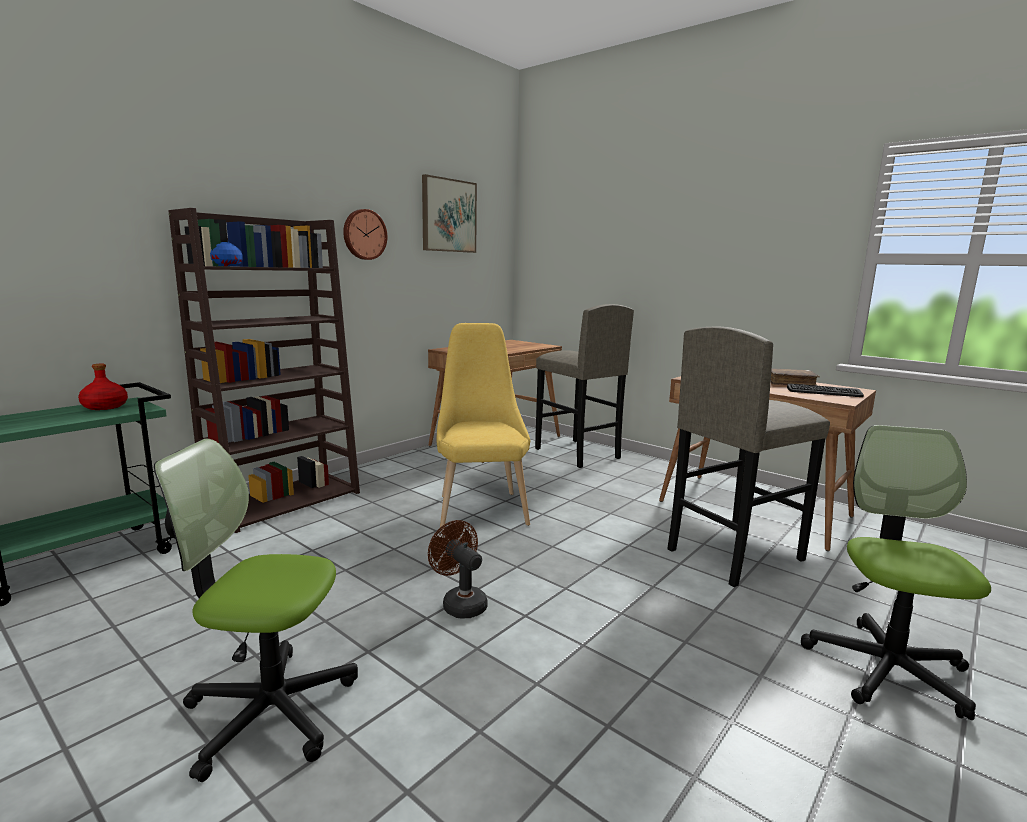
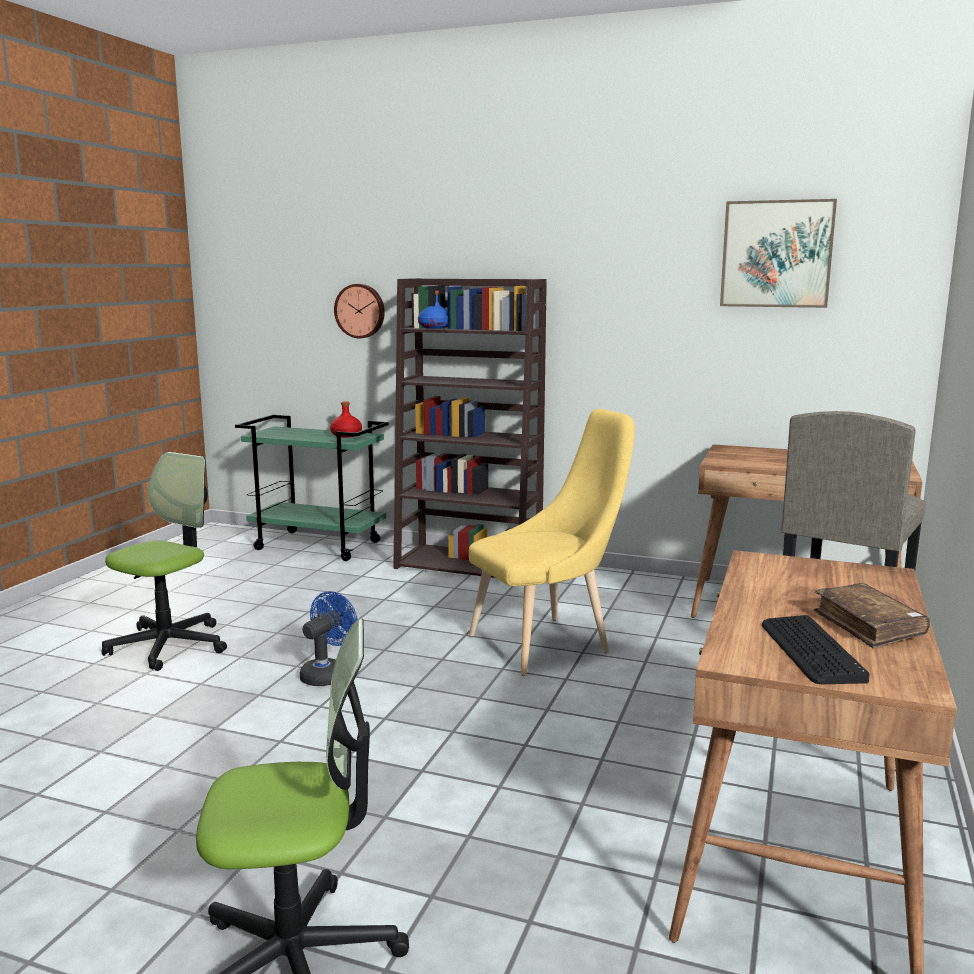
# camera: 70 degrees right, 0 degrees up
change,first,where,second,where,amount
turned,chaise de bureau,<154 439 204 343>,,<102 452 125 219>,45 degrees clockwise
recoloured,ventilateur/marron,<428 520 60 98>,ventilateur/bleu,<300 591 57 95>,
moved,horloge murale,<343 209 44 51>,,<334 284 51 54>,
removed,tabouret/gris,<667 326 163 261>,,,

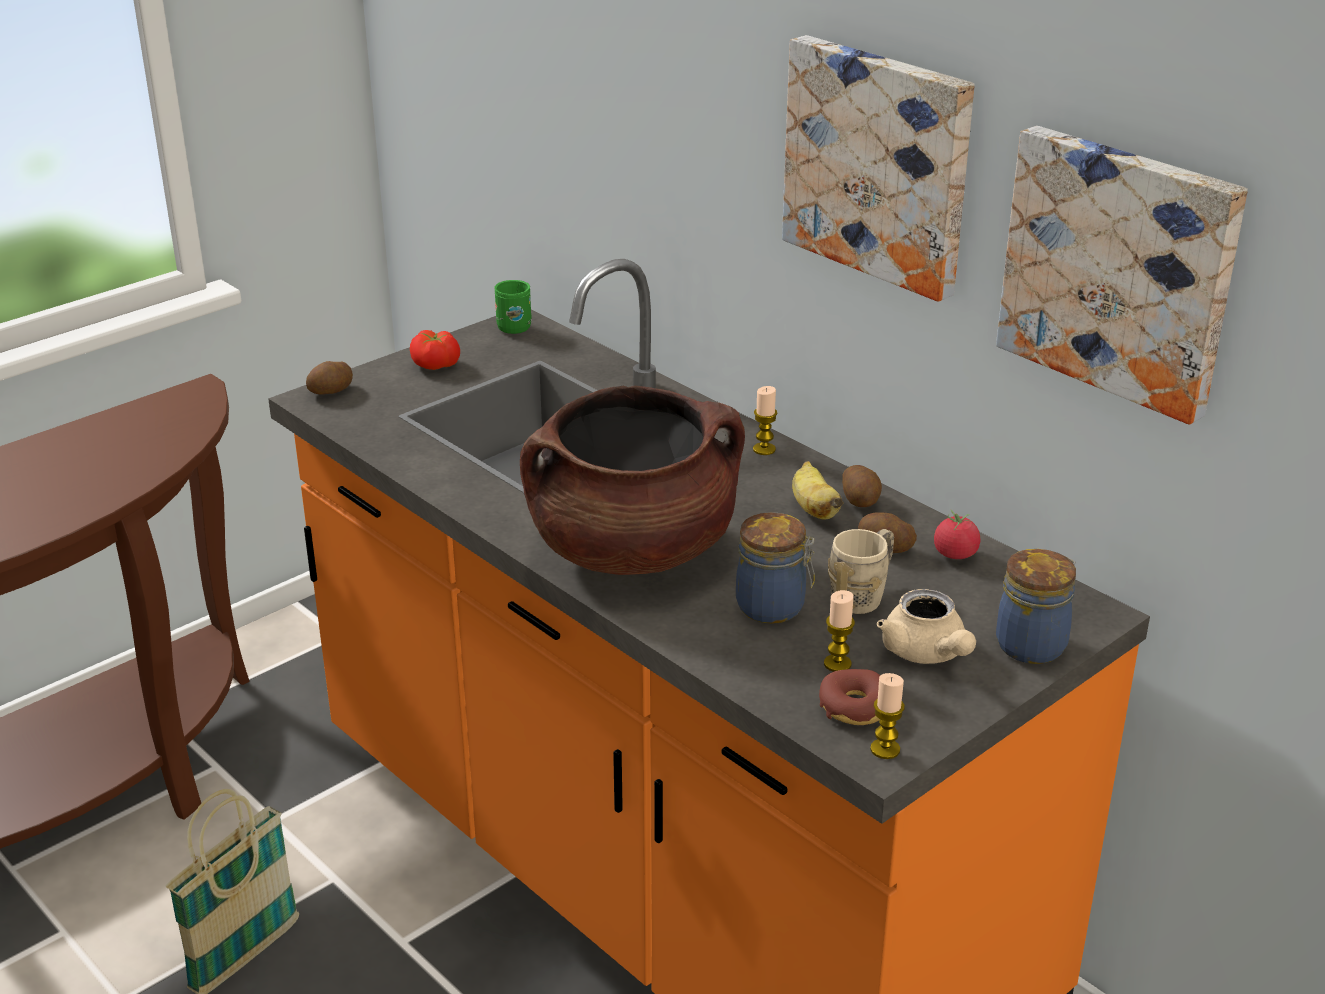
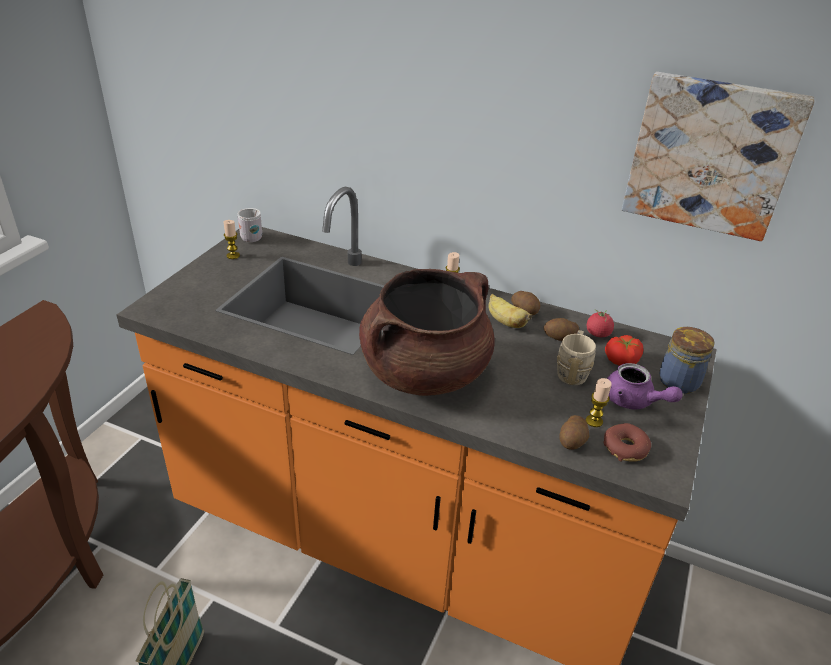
# camera: 25 degrees left, 5 degrees up
change,first,where,second,where,amount
moved,bougie,<870 673 35 86>,,<224 220 16 39>,
recoloured,mug/vert,<494 280 38 54>,mug/blanc,<237 208 25 34>,
moved,pomme de terre,<306 361 47 34>,,<559 415 30 35>,
moved,tomate,<410 330 50 40>,,<605 335 38 31>,
recoloured,théière/beige,<877 589 99 75>,théière/violet,<607 363 76 47>,
removed,bocal,<736 512 79 112>,,,
removed,tableau,<782 35 193 267>,,,

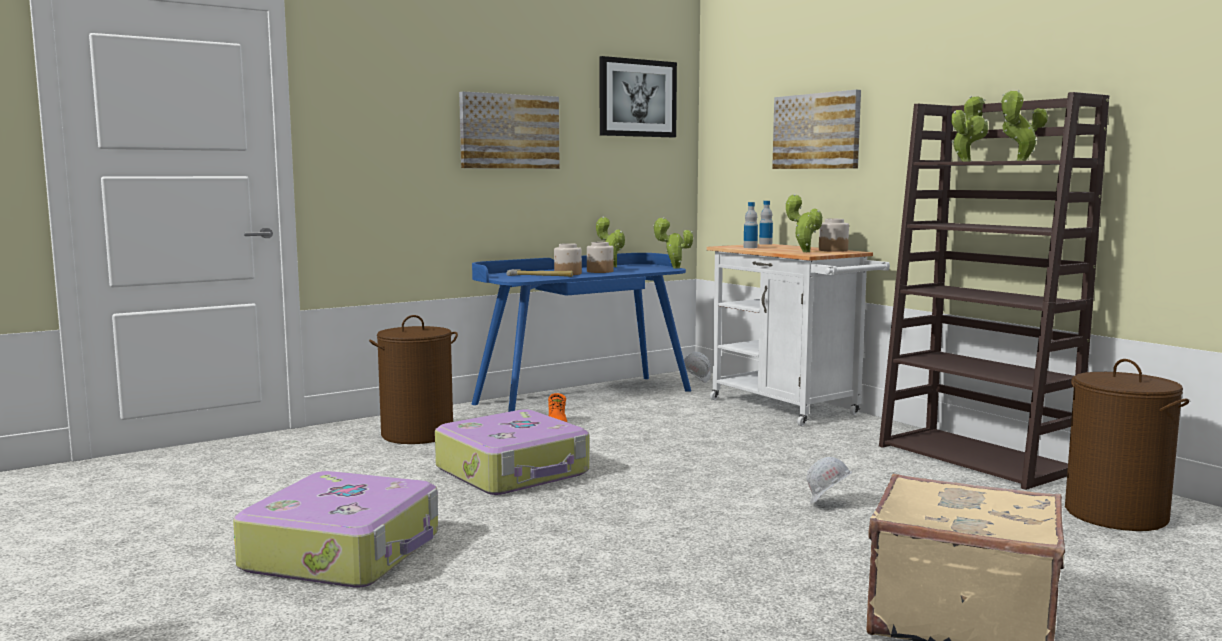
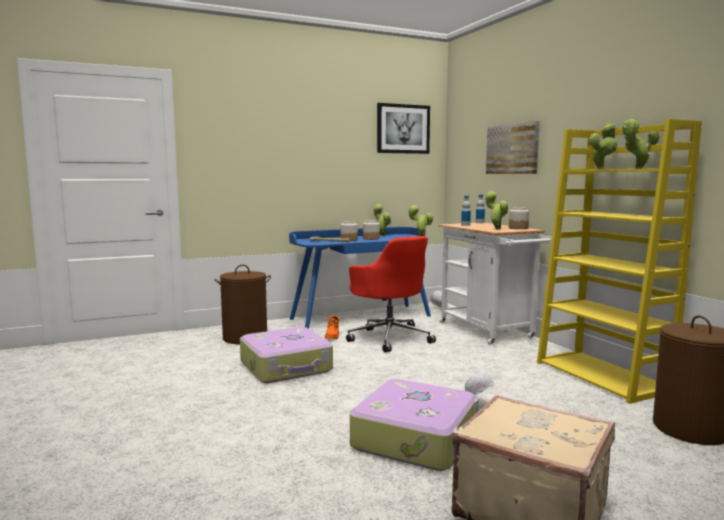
# camera: 10 degrees right, 0 degrees up
change,first,where,second,where,amount
added,,,chaise de bureau/rouge,<346 236 90 117>,
moved,valise,<233 471 205 117>,,<350 379 129 92>,
recoloured,bibliothèque/marron,<879 92 230 398>,bibliothèque/jaune,<537 119 165 285>,
removed,tableau,<459 91 101 78>,,,

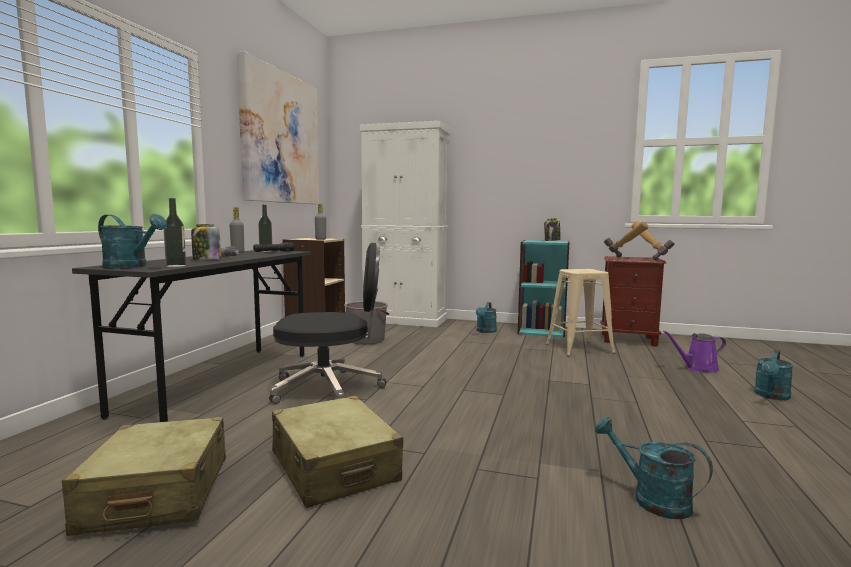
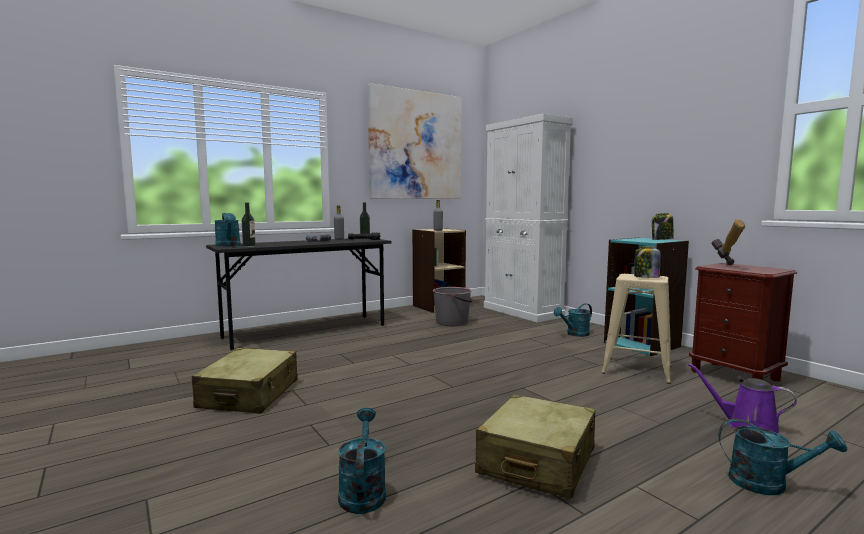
# camera: 40 degrees right, 0 degrees up
change,first,where,second,where,amount
moved,valise/beige,<62 417 164 119>,,<475 394 120 105>,
moved,bocal,<191 224 30 36>,,<634 246 26 32>,
turned,arrosoir/turquoise,<754 350 40 50>,,<719 418 128 77>,150 degrees counterclockwise
removed,chaise de bureau/noir,<269 243 118 161>,,,
removed,marteau,<632 221 43 39>,,,

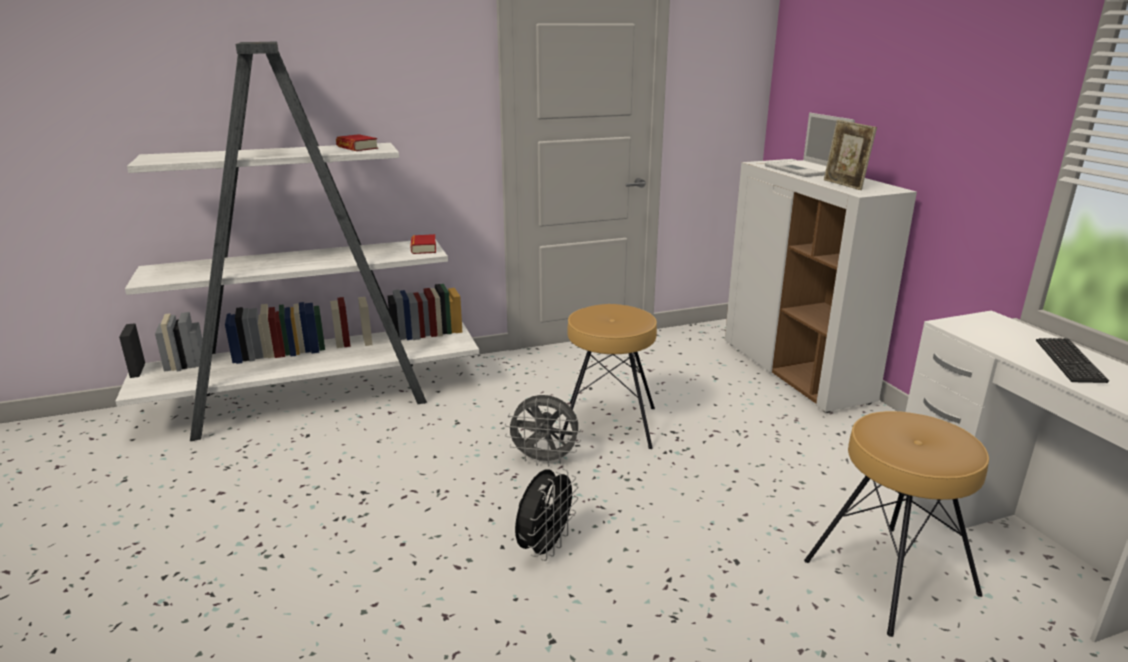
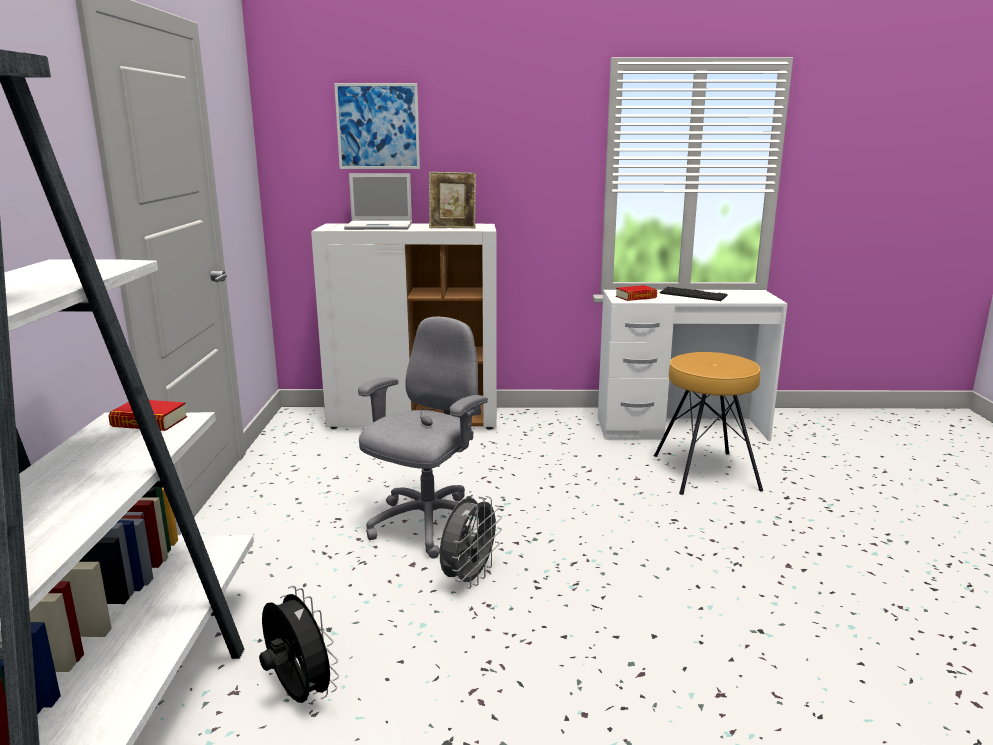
# camera: 70 degrees left, 5 degrees down
change,first,where,second,where,amount
moved,ventilateur/noir,<515 469 63 92>,,<259 586 80 117>,
added,,,tableau,<334 83 86 86>,
replaced,tabouret/marron,<560 304 97 145>,chaise de bureau/gris,<358 317 130 242>,
moved,livre,<336 134 42 17>,,<616 285 41 16>,

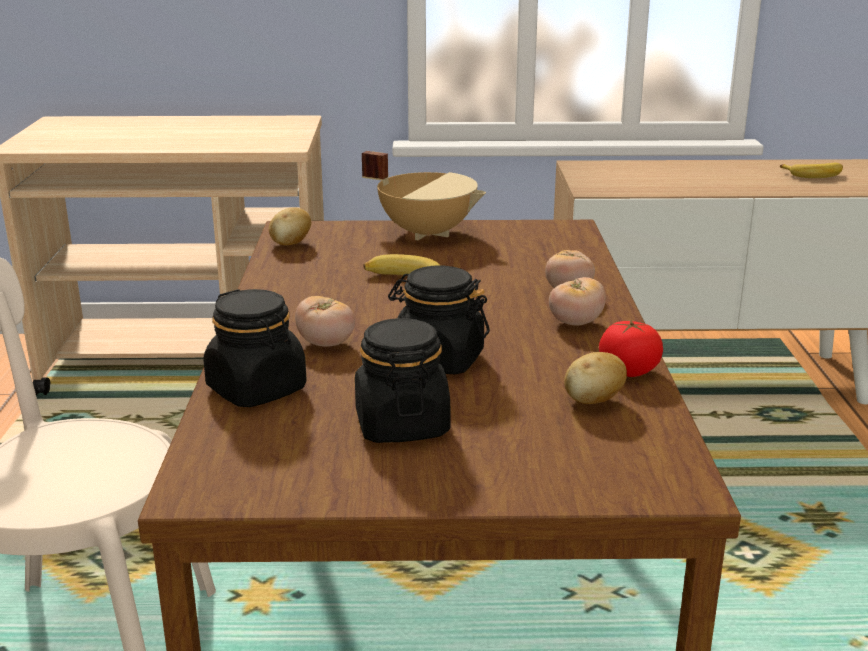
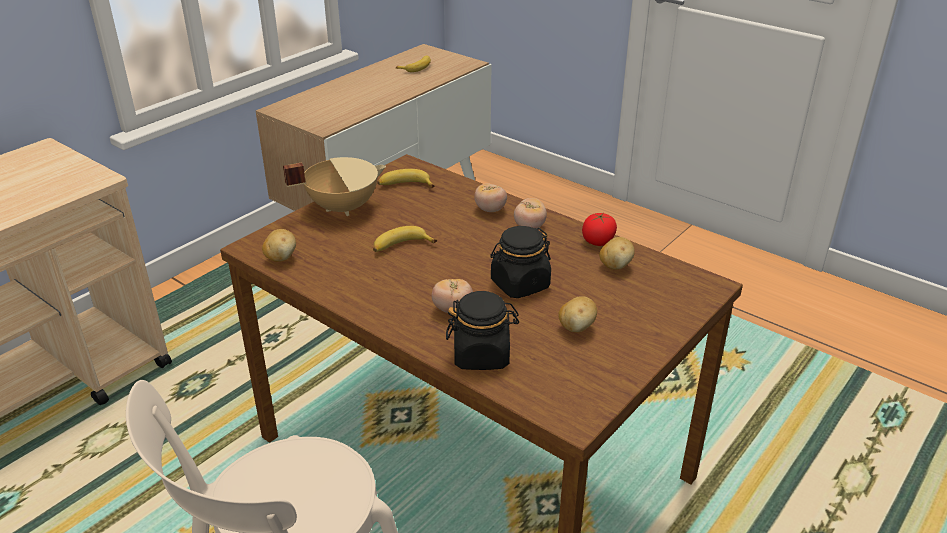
# camera: 50 degrees left, 10 degrees up
change,first,where,second,where,amount
added,,,banane,<377 169 58 19>,
replaced,bocal/noir,<355 318 95 125>,pomme de terre,<558 296 39 37>,

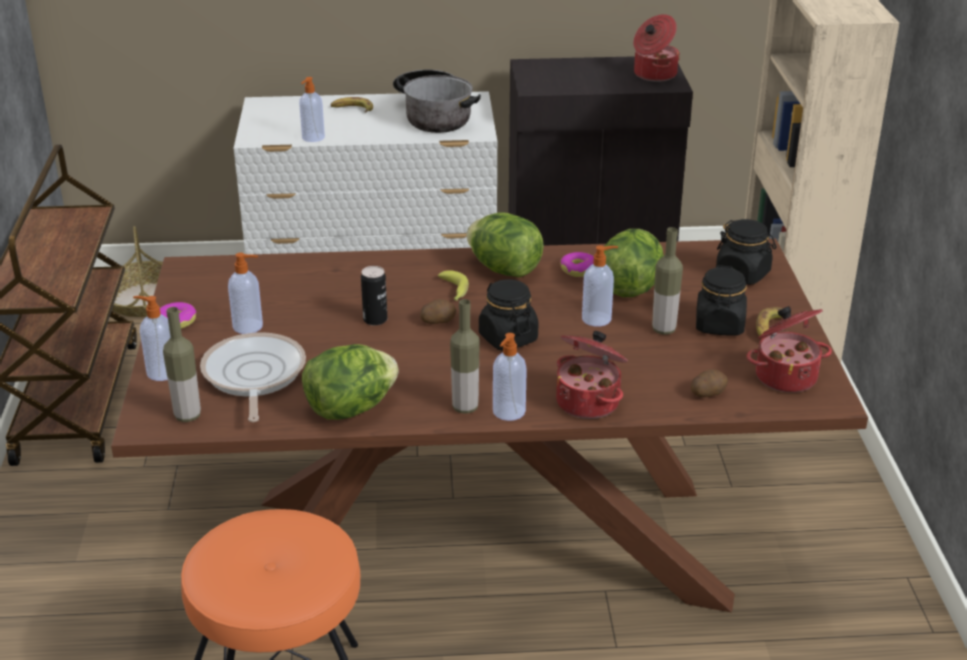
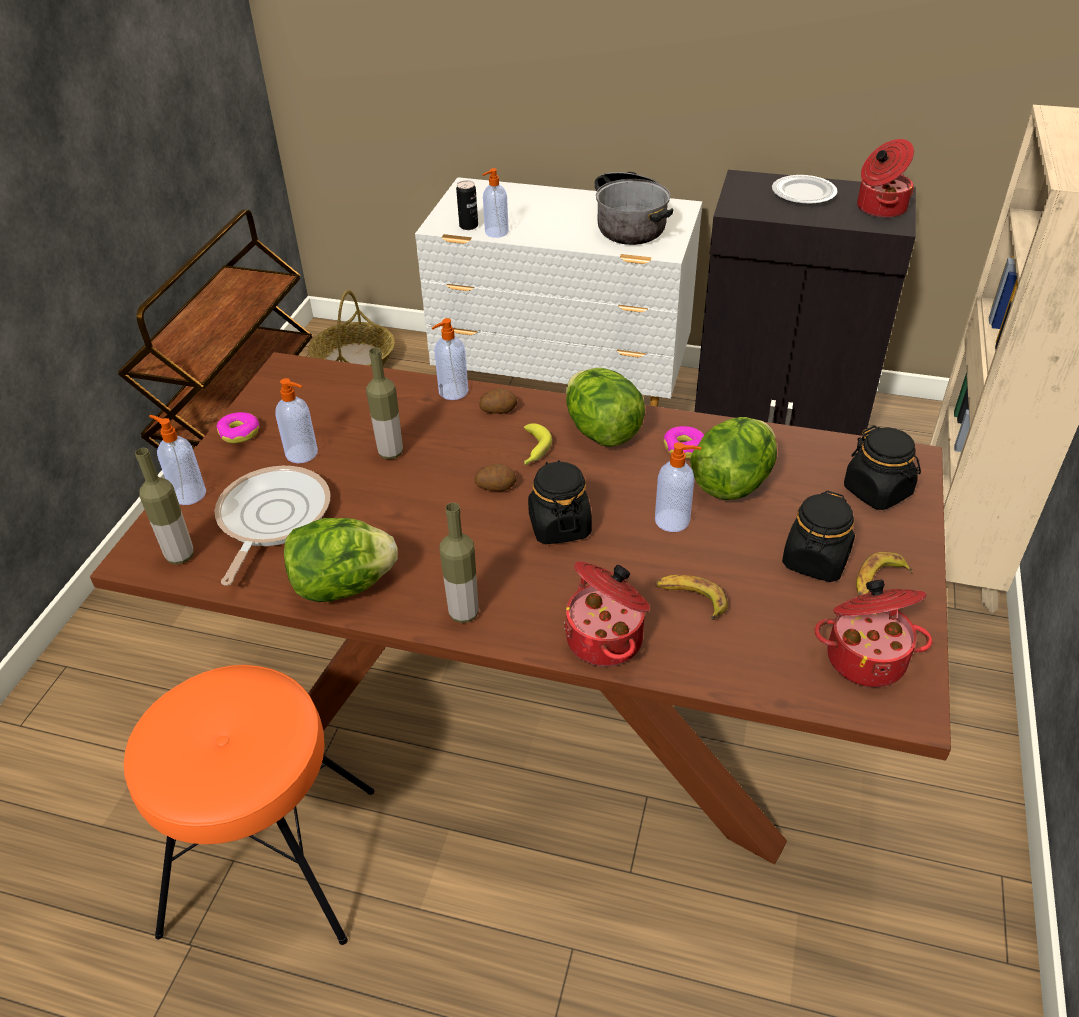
# camera: 20 degrees right, 10 degrees up
change,first,where,second,where,amount
moved,bouteille,<652 227 31 108>,,<366 348 37 111>,
moved,distributeur de savon,<493 333 34 88>,,<432 318 37 82>,
moved,boîte métallique,<361 266 26 60>,,<456 180 22 50>,
moved,pomme de terre,<691 370 37 27>,,<479 388 39 26>,
moved,banane,<330 97 43 16>,,<656 575 72 45>,
added,,,assiette,<772 175 66 29>,

